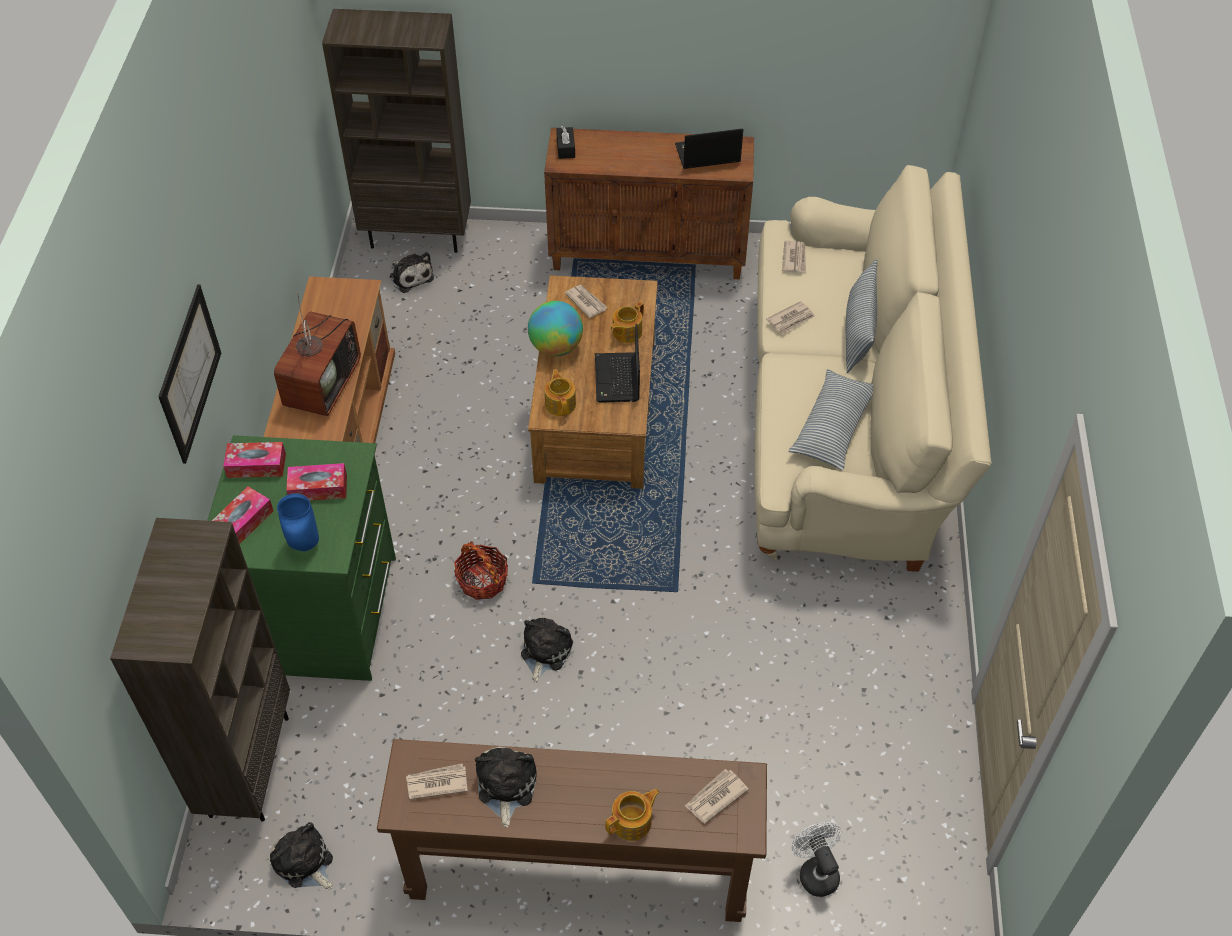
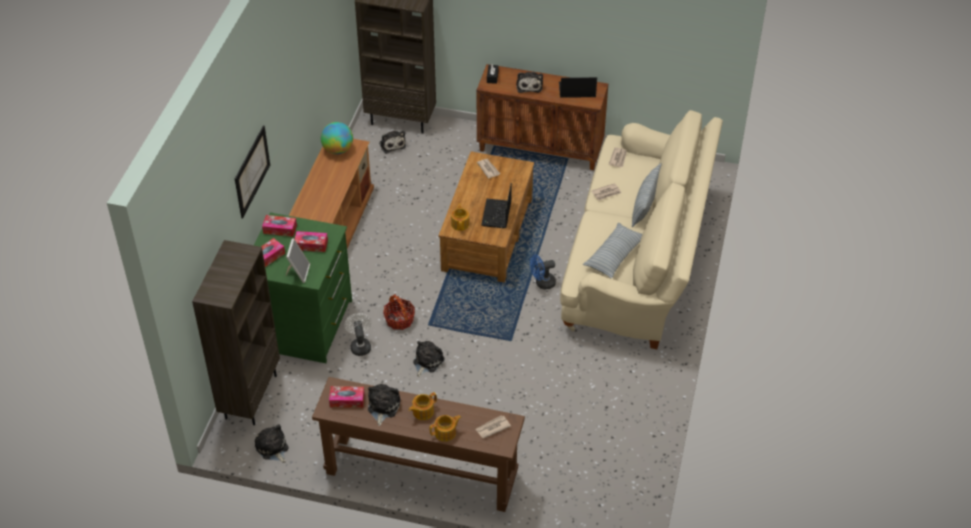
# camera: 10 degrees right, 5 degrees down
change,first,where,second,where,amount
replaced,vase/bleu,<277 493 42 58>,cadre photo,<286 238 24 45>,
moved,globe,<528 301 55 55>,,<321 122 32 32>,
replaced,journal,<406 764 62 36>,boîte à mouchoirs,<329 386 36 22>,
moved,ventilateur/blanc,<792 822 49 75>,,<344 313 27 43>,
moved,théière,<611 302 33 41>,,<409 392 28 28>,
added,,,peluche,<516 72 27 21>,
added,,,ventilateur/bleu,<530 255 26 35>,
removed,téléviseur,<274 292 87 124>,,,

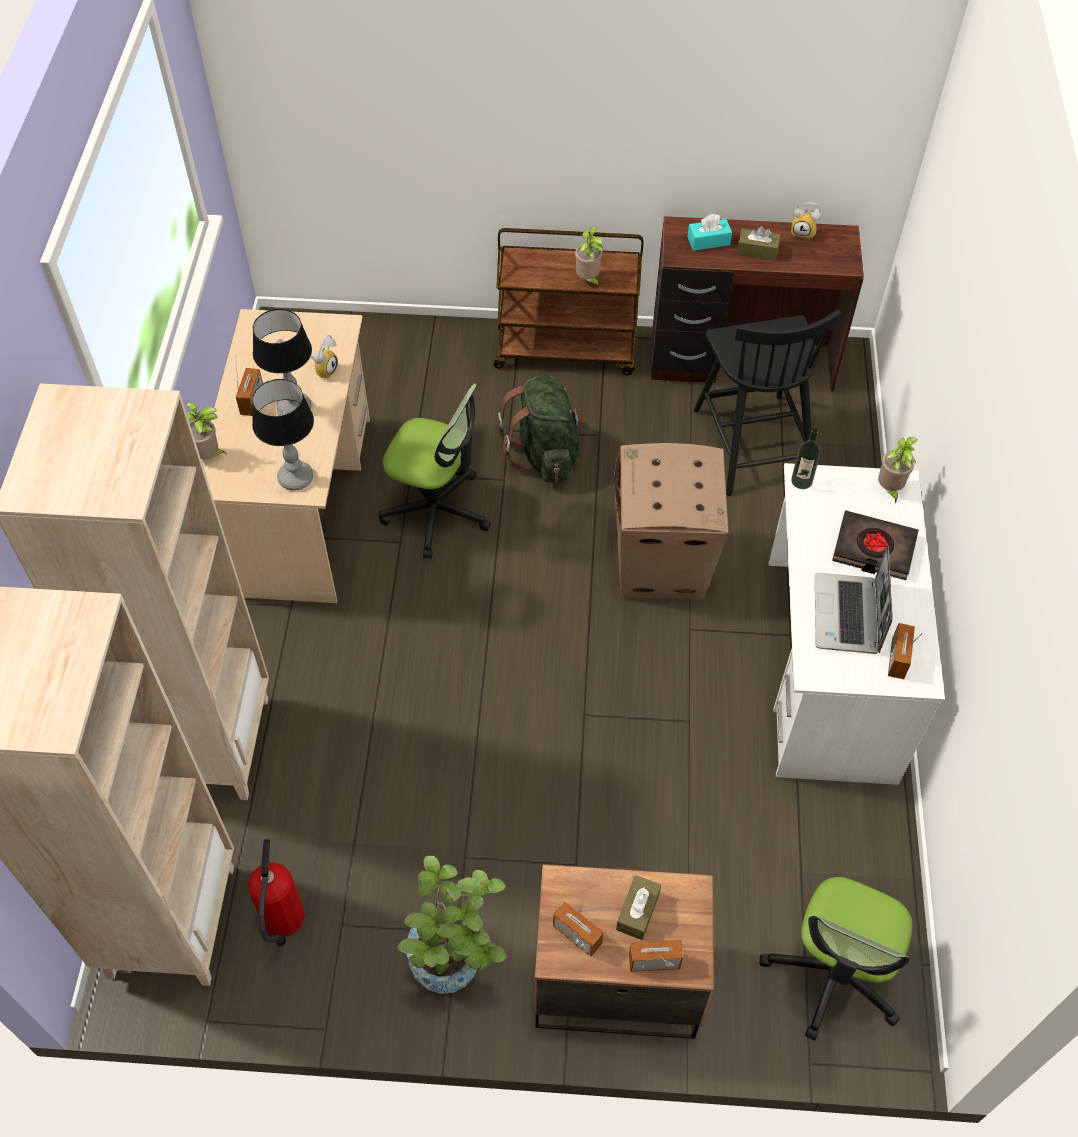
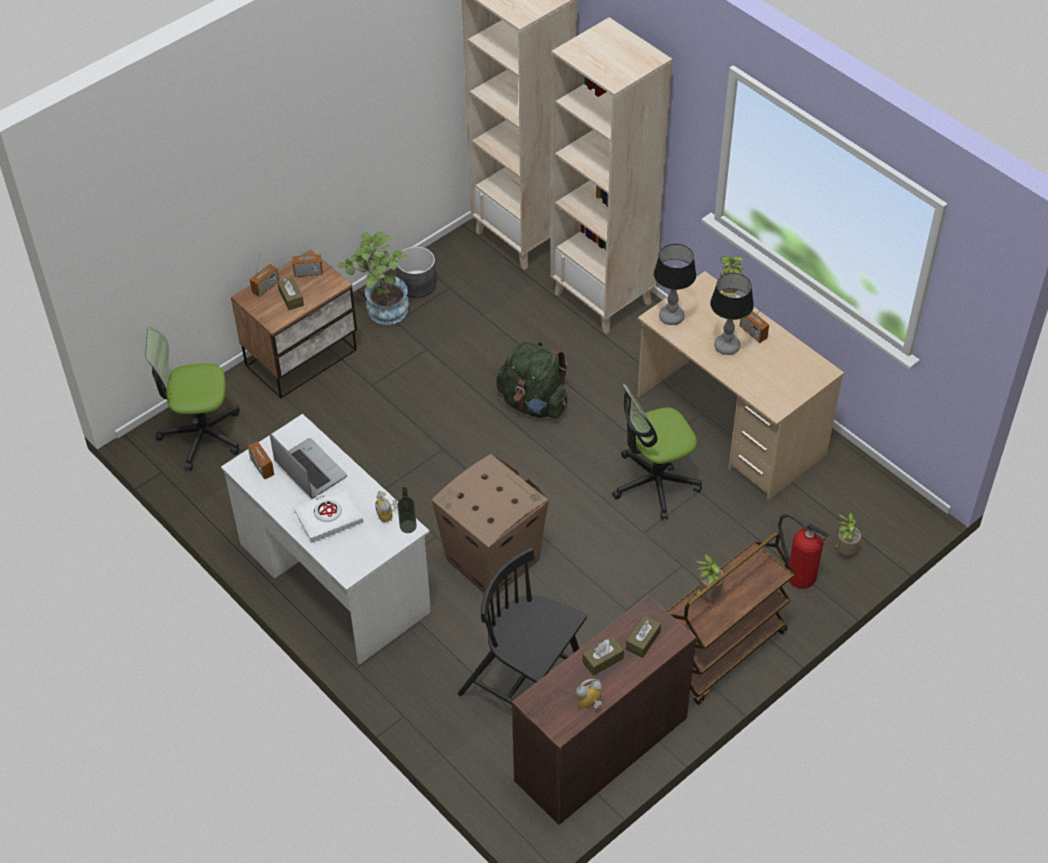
# camera: 135 degrees right, 5 degrees down
change,first,where,second,where,amount
turned,chaise de bureau,<760 877 152 164>,,<145 327 95 143>,75 degrees counterclockwise
recoloured,livre/noir,<832 511 87 69>,livre/blanc,<293 486 70 57>,
moved,réveil,<310 335 28 44>,,<375 491 23 31>,
added,,,cache-pot/gris,<396 247 40 51>,
moved,sac à dos/vert,<498 376 88 107>,,<496 340 72 78>,
recoloured,boîte à mouchoirs/turquoise,<688 214 44 37>,boîte à mouchoirs/marron,<626 615 35 43>,
moved,extincteur,<248 839 57 107>,,<778 513 51 76>,
moved,plante en pot,<878 437 39 66>,,<833 512 28 43>,

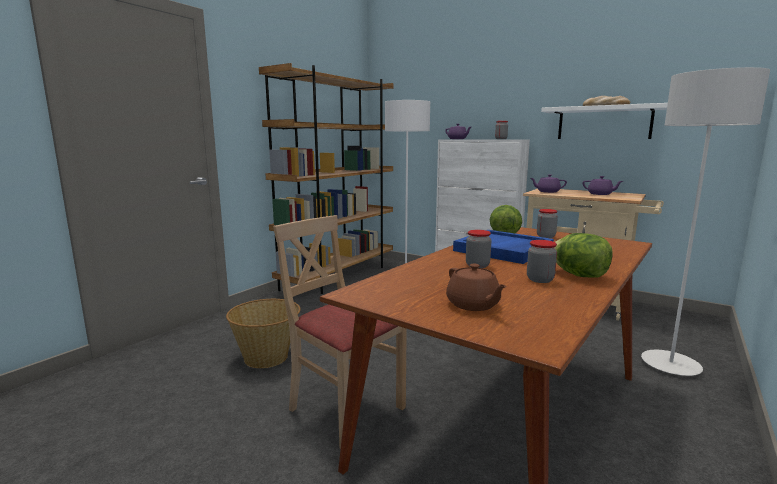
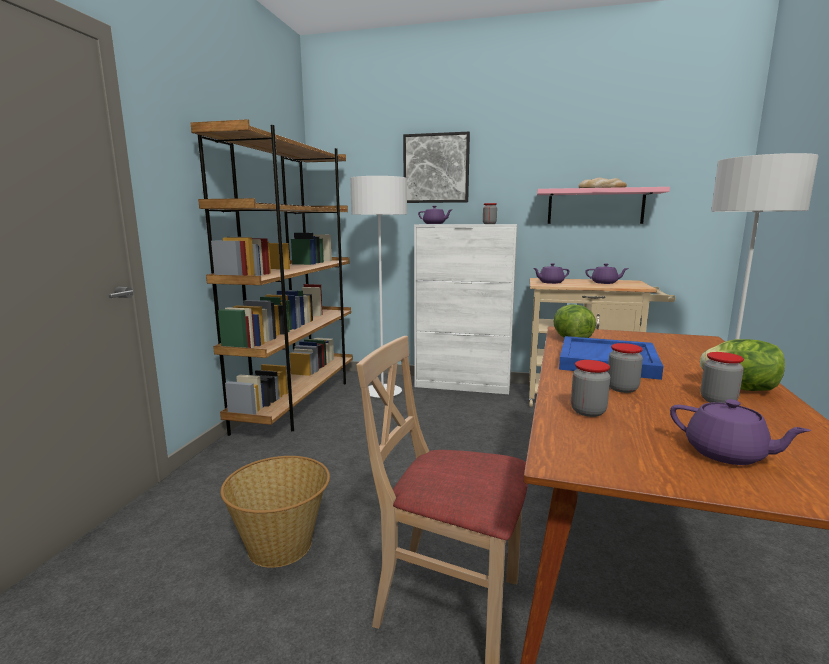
# camera: 20 degrees left, 0 degrees up
change,first,where,second,where,amount
added,,,tableau,<403 132 67 71>,
recoloured,étagère/blanc,<541 103 127 36>,étagère/rose,<537 187 133 37>,
moved,bocal,<537 209 21 29>,,<571 360 39 57>,
recoloured,théière/marron,<446 263 61 48>,théière/violet,<670 399 141 66>,

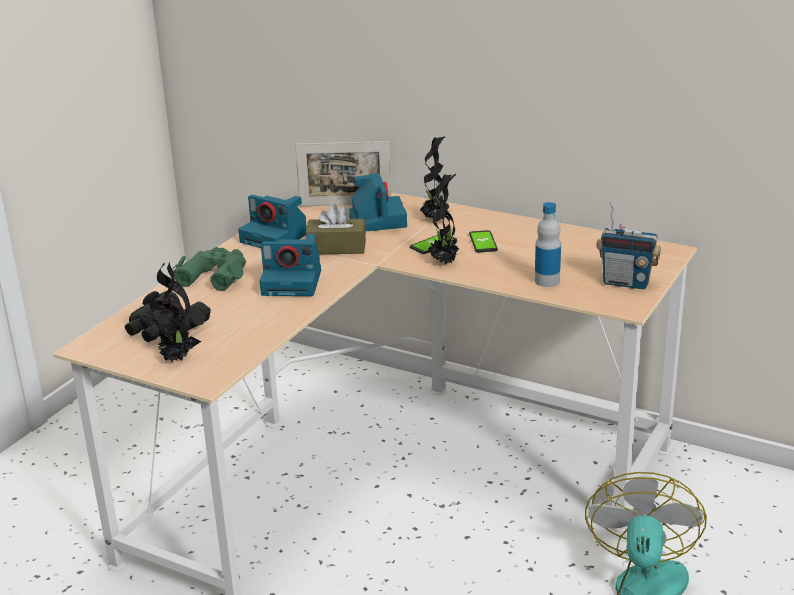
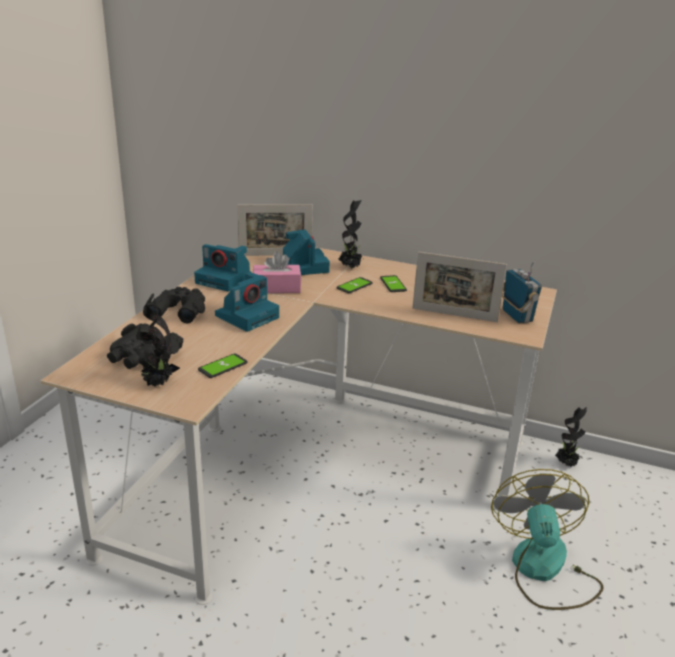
# camera: 10 degrees left, 0 degrees up
change,first,where,second,where,amount
recoloured,jumelles/vert,<173 247 73 44>,jumelles/noir,<143 287 62 36>,
added,,,téléphone,<198 353 50 25>,
turned,appareil photo,<260 234 61 62>,,<215 272 64 60>,45 degrees counterclockwise
recoloured,boîte à mouchoirs/marron,<306 204 60 50>,boîte à mouchoirs/rose,<253 252 48 41>,
replaced,bouteille,<535 202 26 85>,cadre photo,<412 252 95 70>,
turned,radio,<597 202 64 87>,,<502 261 40 62>,120 degrees counterclockwise
moved,plante en pot,<428 174 31 90>,,<555 407 32 61>,

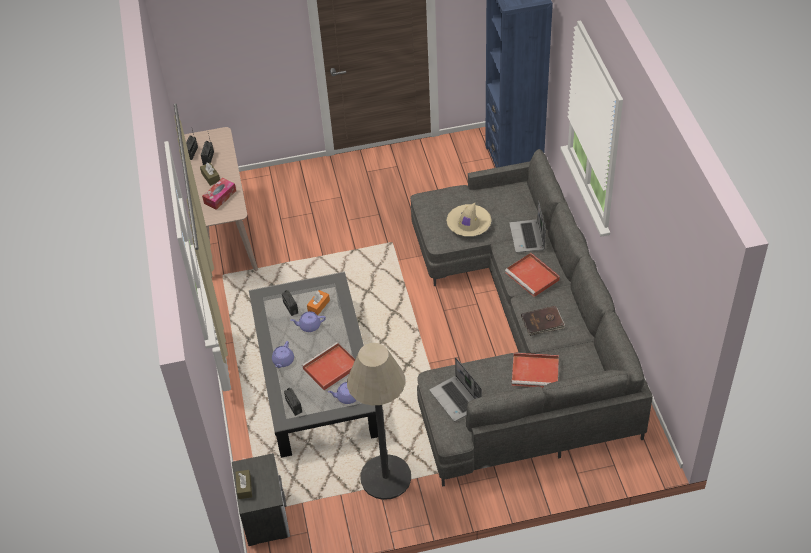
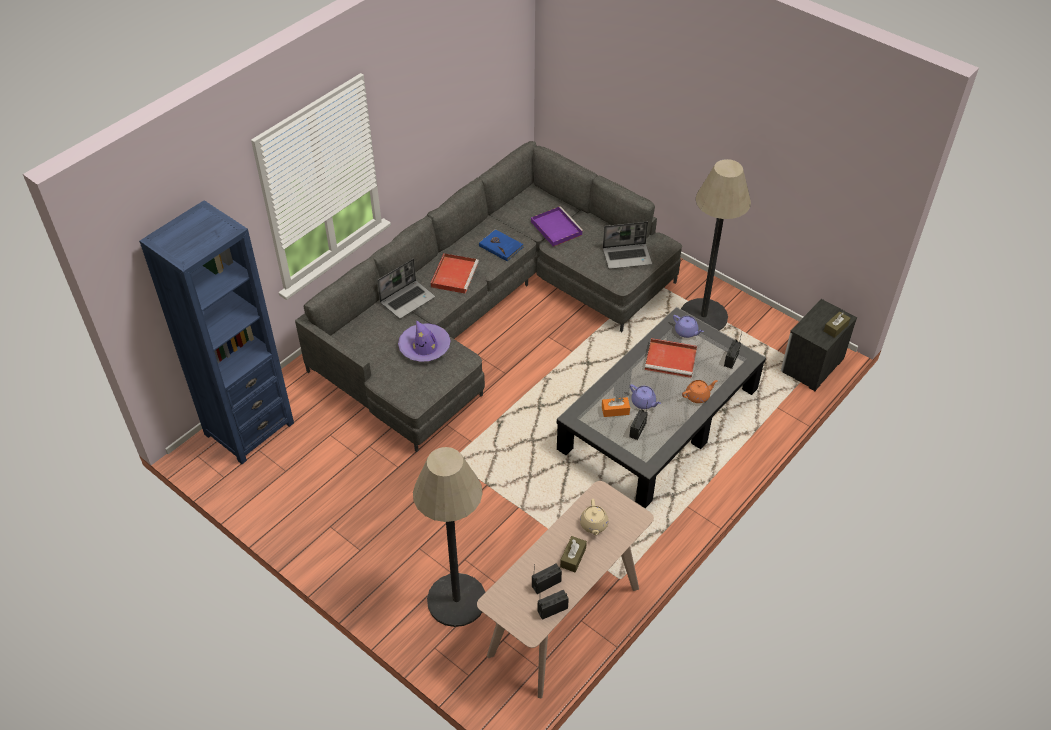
# camera: 130 degrees left, 0 degrees up
change,first,where,second,where,amount
recoloured,chapeau/beige,<446 203 46 33>,chapeau/violet,<398 320 53 42>,
added,,,lampadaire,<413 447 72 180>,
recoloured,livre/marron,<521 306 45 30>,livre/bleu,<479 229 45 32>,
recoloured,plateau/rouge,<512 353 47 35>,plateau/violet,<531 206 52 41>,
replaced,boîte à mouchoirs,<202 178 34 32>,théière/beige,<580 499 29 36>,
turned,ordinateur portable,<430 357 52 65>,,<603 222 49 47>,60 degrees clockwise
recoloured,théière/violet,<272 341 22 27>,théière/orange,<682 380 36 23>,

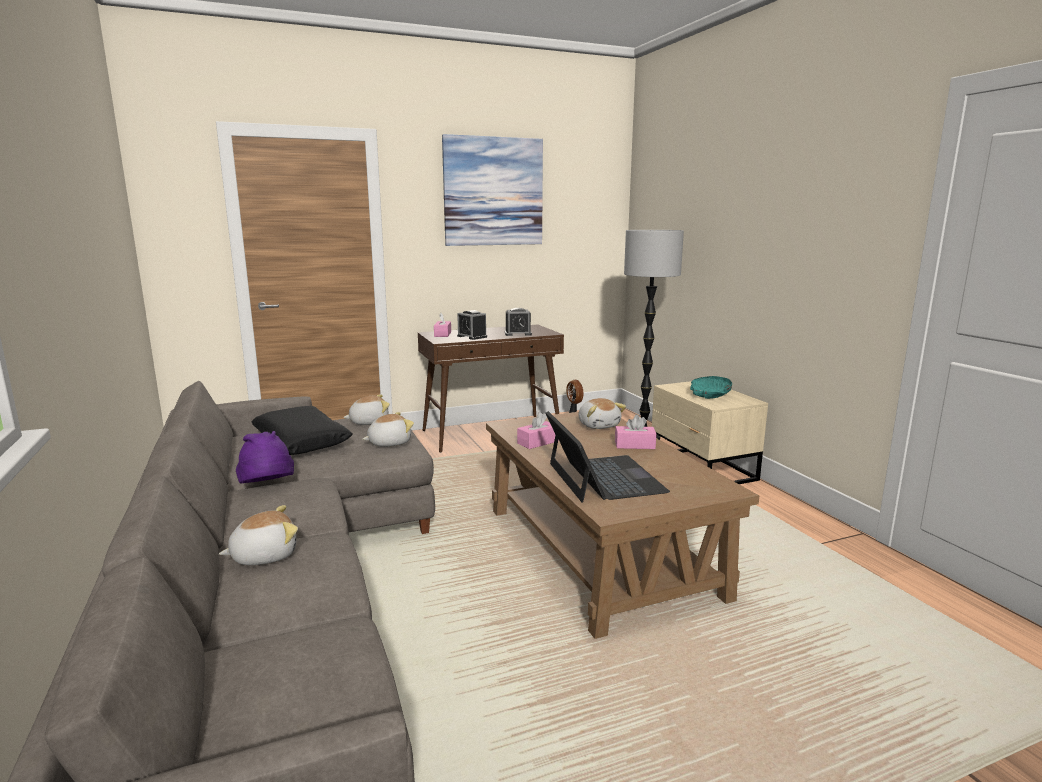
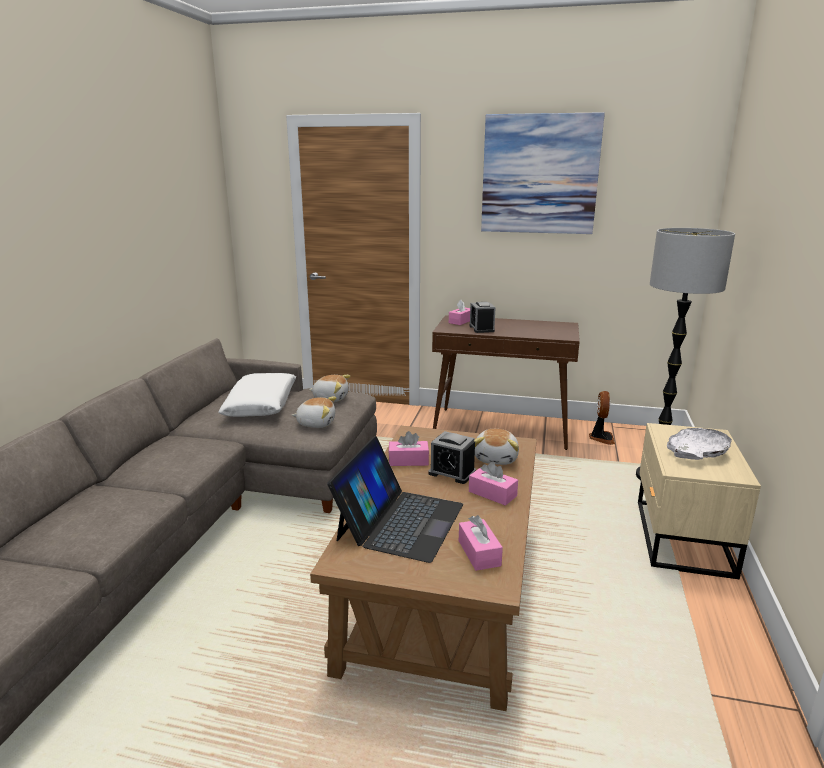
# camera: 35 degrees right, 5 degrees up
change,first,where,second,where,amount
recoloured,coussin/noir,<251 406 101 49>,coussin/blanc,<219 373 77 44>,
moved,réveil,<505 308 27 28>,,<428 431 48 53>,
added,,,boîte à mouchoirs/rose,<459 515 44 56>,
recoloured,bol/turquoise,<690 376 42 23>,bol/blanc,<667 428 65 32>,
removed,peluche,<219 505 79 60>,,,
removed,chapeau/violet,<236 431 58 53>,,,

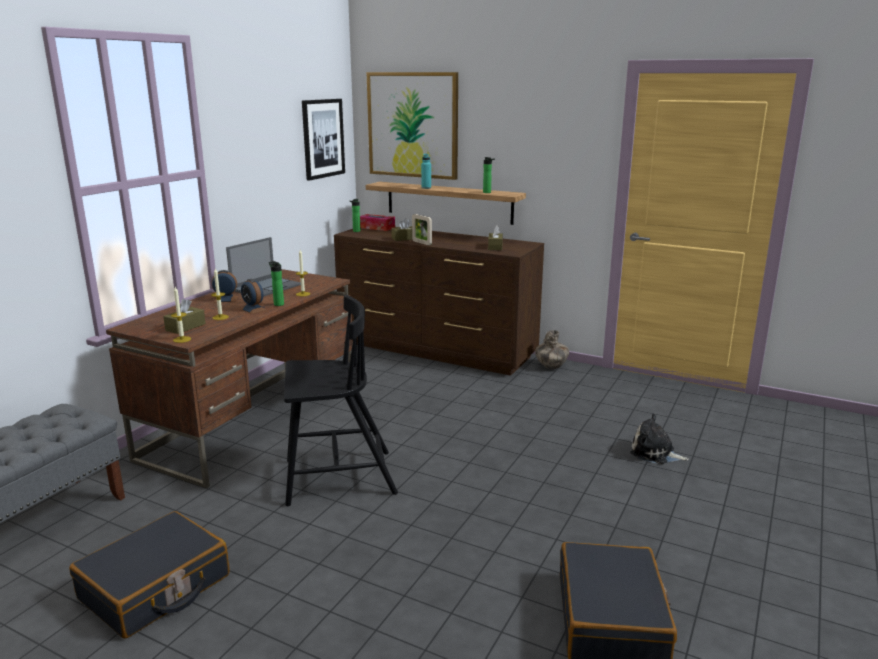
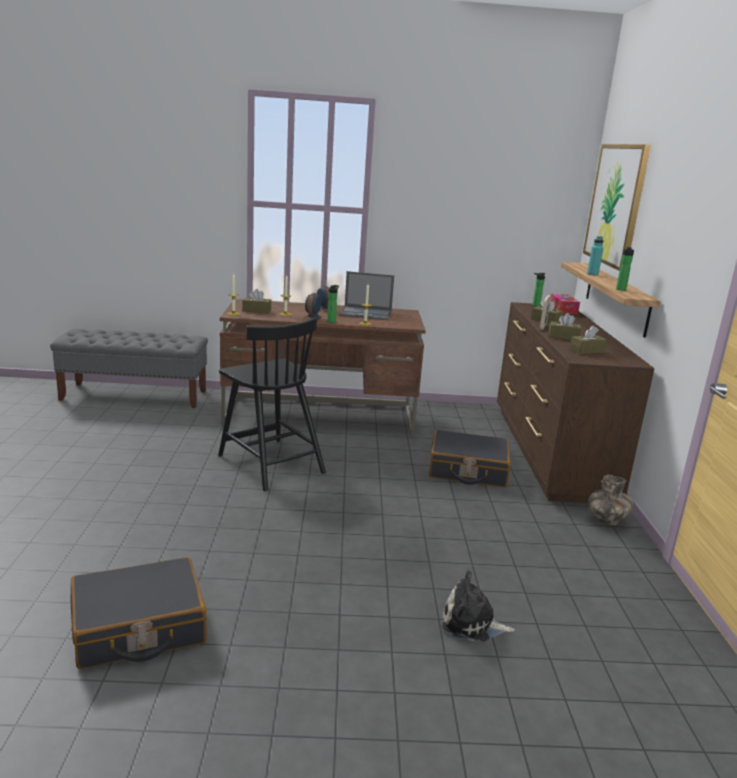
# camera: 60 degrees right, 0 degrees up
change,first,where,second,where,amount
moved,valise/noir,<69 511 161 128>,,<429 430 82 58>,
turned,peluche,<630 414 59 50>,,<442 570 73 72>,75 degrees counterclockwise
added,,,boîte à mouchoirs/marron,<549 313 32 27>,
removed,tableau,<302 99 43 82>,,,

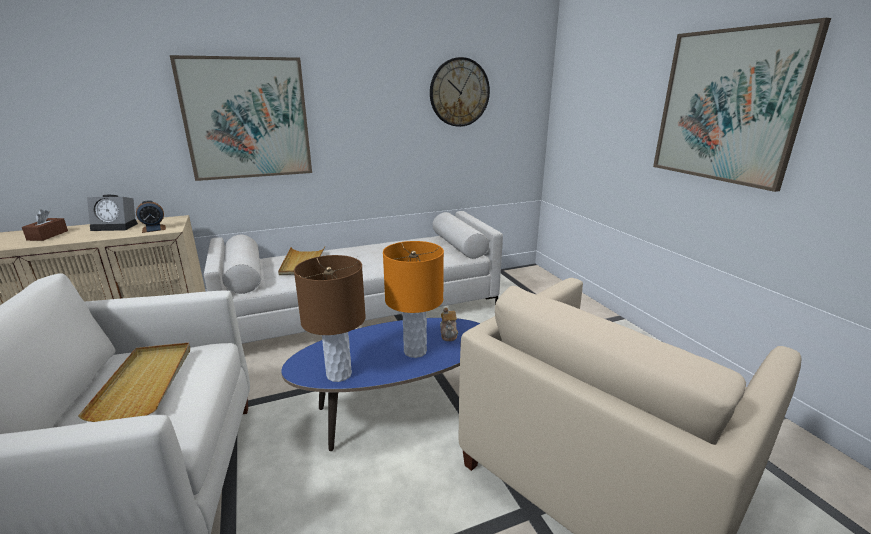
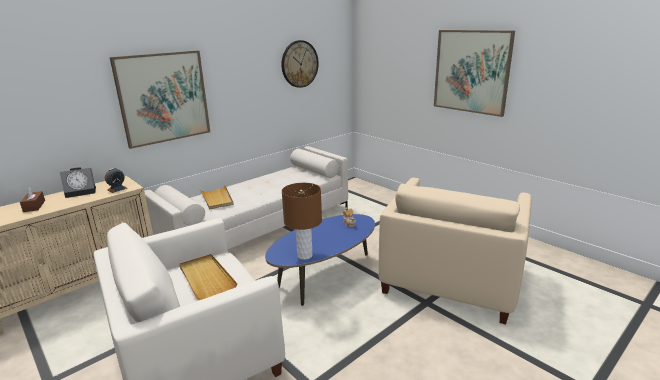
# camera: 20 degrees left, 0 degrees up
change,first,where,second,where,amount
removed,lampe de table/orange,<383 241 61 117>,,,

